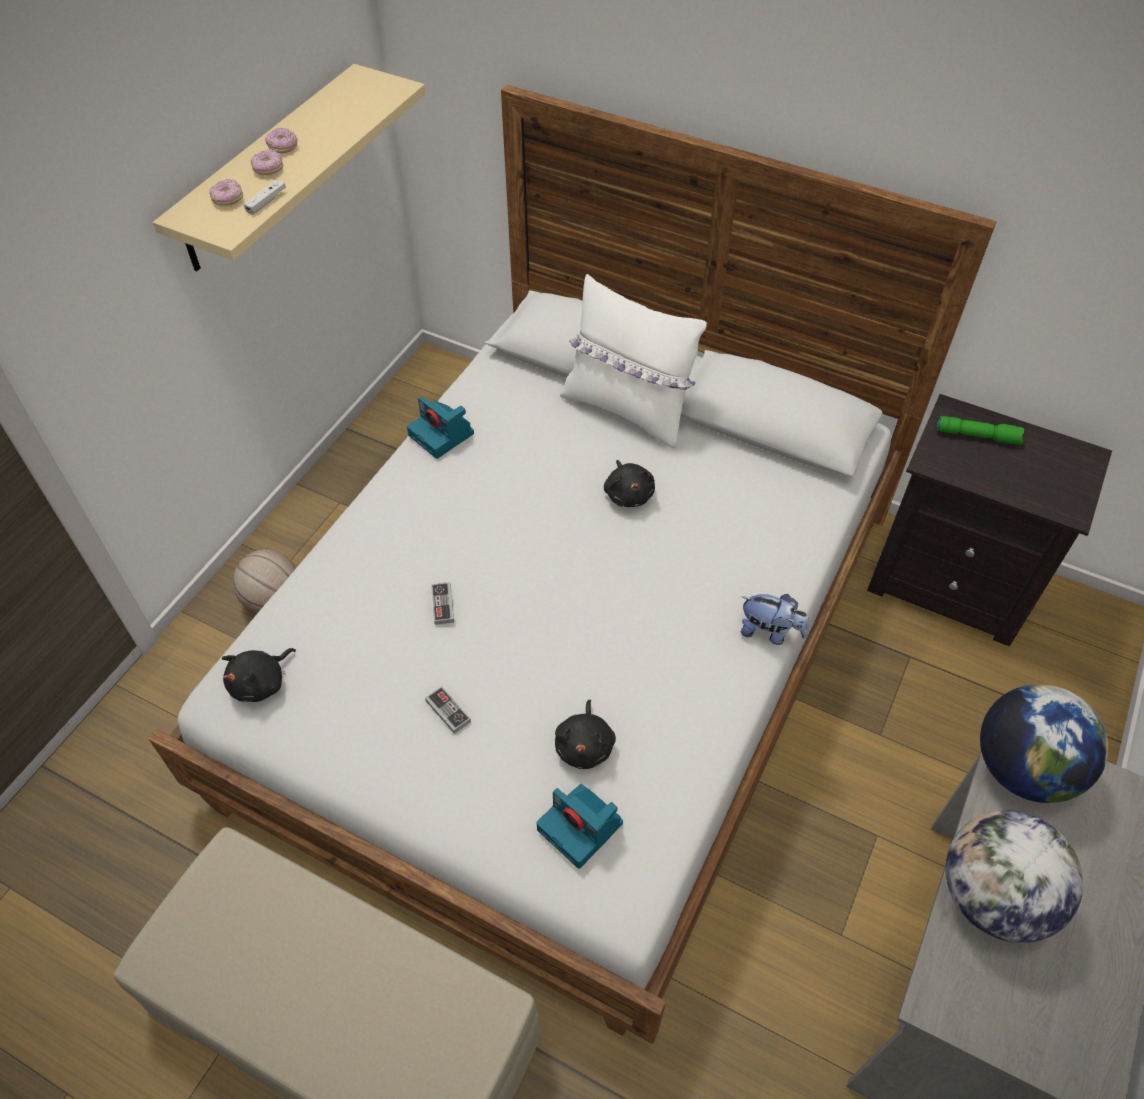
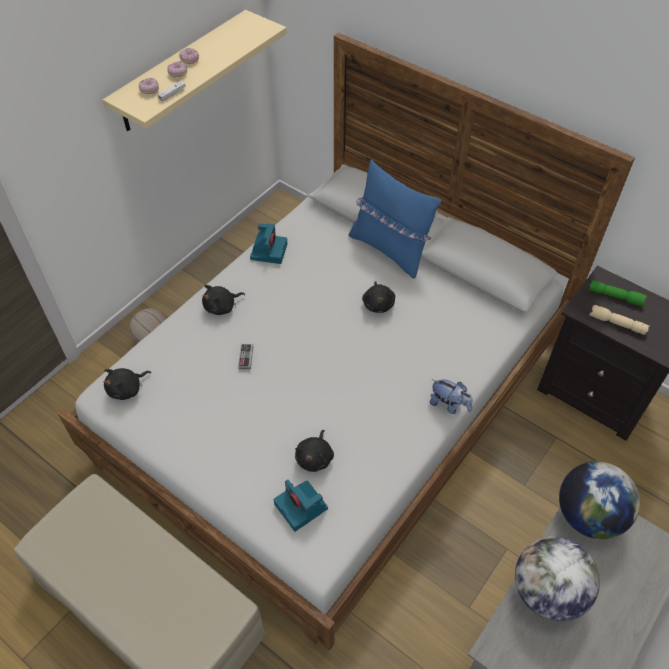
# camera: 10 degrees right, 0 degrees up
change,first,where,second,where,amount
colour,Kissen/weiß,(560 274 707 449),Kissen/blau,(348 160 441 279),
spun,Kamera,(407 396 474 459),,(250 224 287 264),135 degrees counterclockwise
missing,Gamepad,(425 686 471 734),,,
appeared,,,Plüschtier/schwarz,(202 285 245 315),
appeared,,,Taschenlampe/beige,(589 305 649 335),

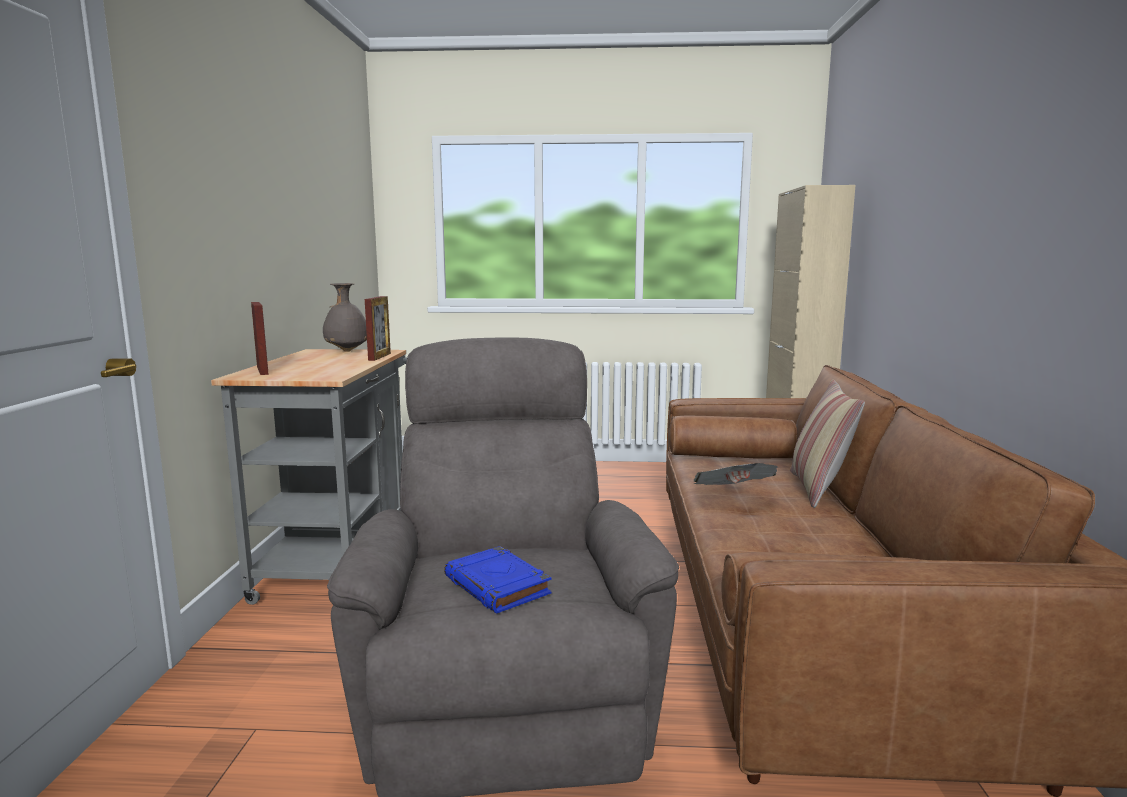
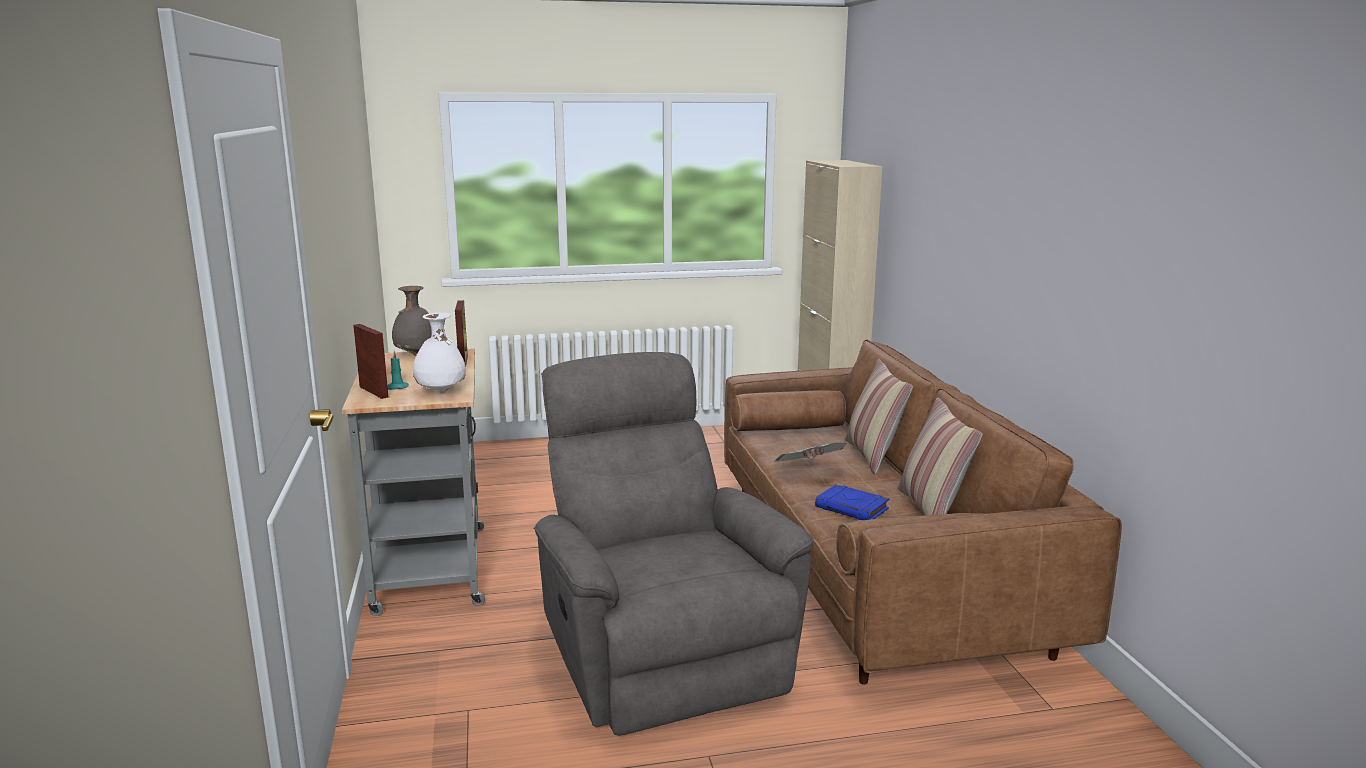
# camera: 15 degrees left, 5 degrees up
change,first,where,second,where,amount
relocated,Buch/blau,(444 546 551 614),,(815 484 890 520),
appeared,,,Vase/weiß,(413 312 466 392),
appeared,,,Kerze/türkis,(387 351 408 390),
appeared,,,Kissen,(897 398 982 515),

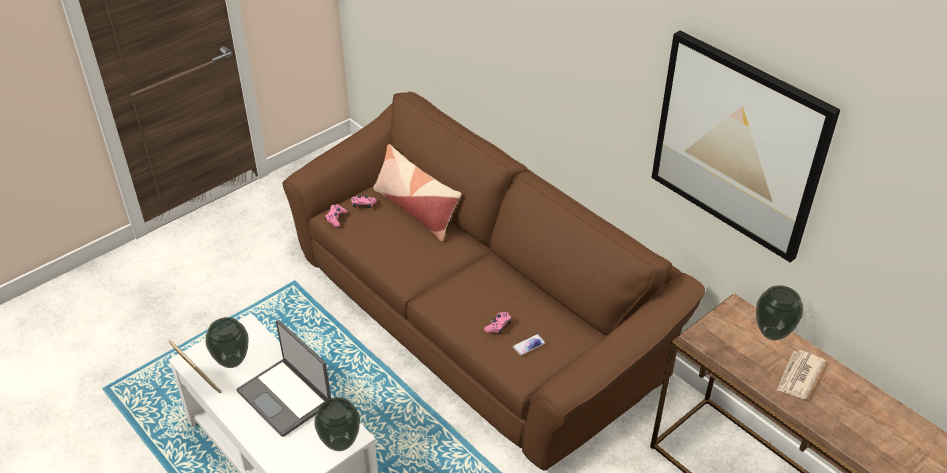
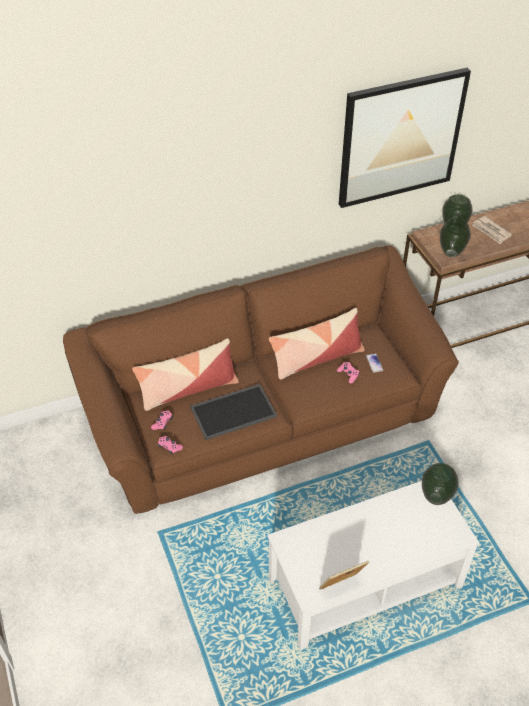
# camera: 70 degrees left, 5 degrees up
change,first,where,second,where,amount
relocated,Vase,(206 317 248 368),,(440 218 471 257),
missing,Laptop,(236 320 331 437),,,
appeared,,,Kissen,(269 308 365 379),
appeared,,,Tablett,(190 384 277 440),

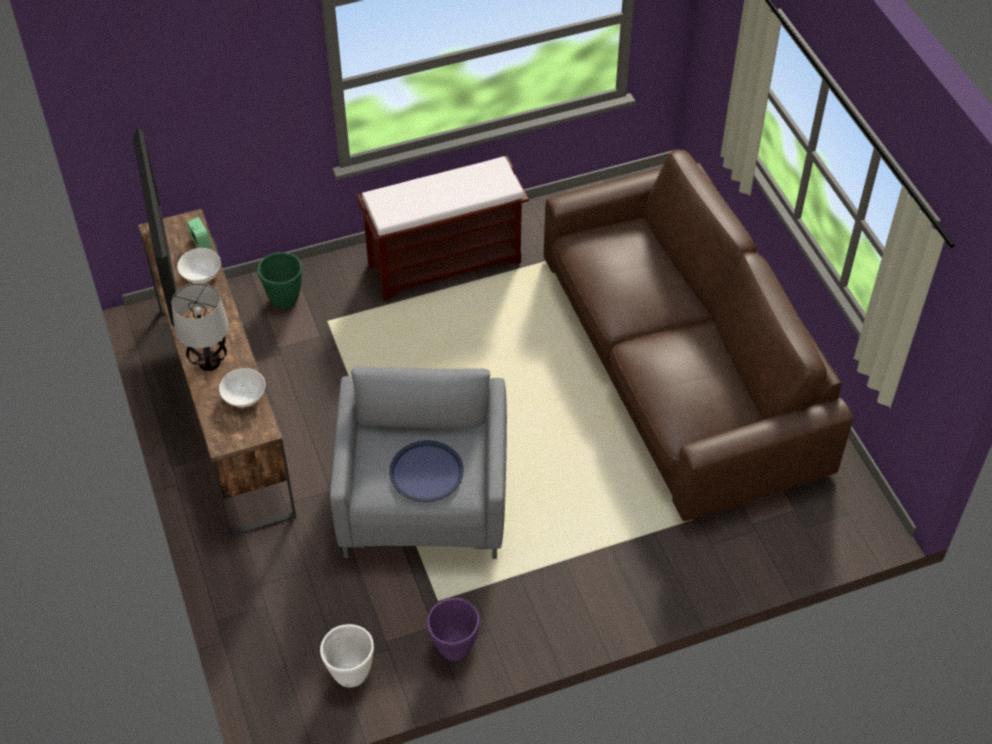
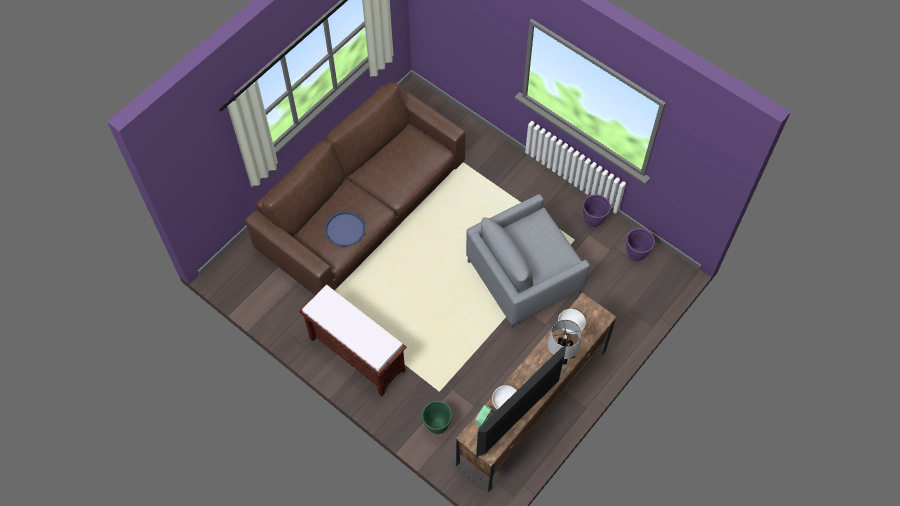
# camera: 120 degrees left, 10 degrees up
change,first,where,second,where,amount
relocated,Tablett/blau,(389 440 464 502),,(324 211 366 247),
colour,Pflanzkübel/weiß,(320 624 374 688),Pflanzkübel/lila,(626 228 655 261),

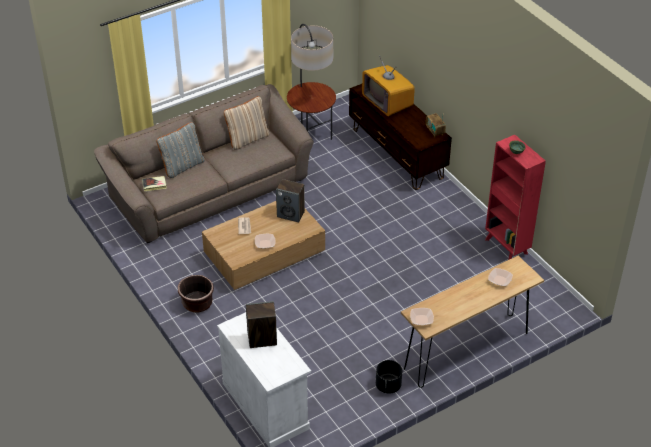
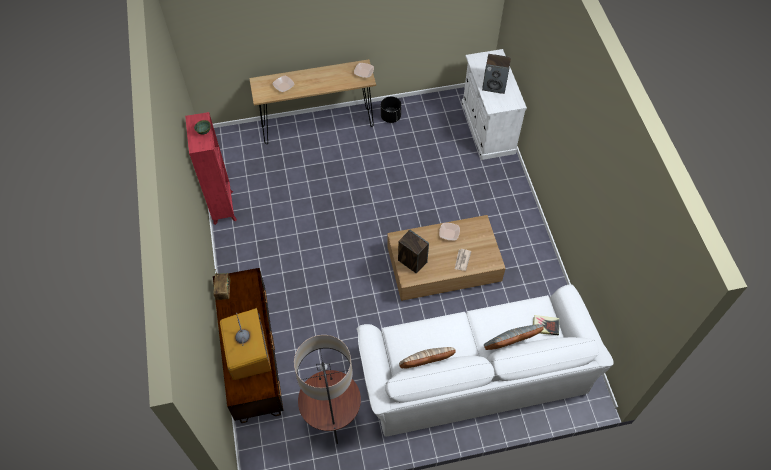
# camera: 160 degrees left, 15 degrees up
change,first,where,second,where,amount
colour,Sofa/braun,(94 84 314 243),Sofa/weiß,(356 284 614 437),
missing,Pflanzkübel/braun,(178 275 214 312),,,

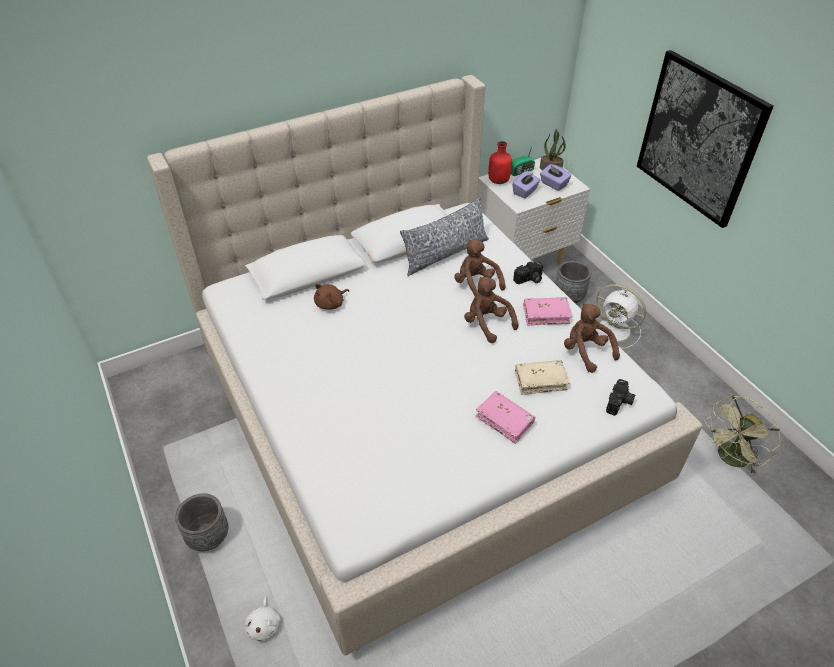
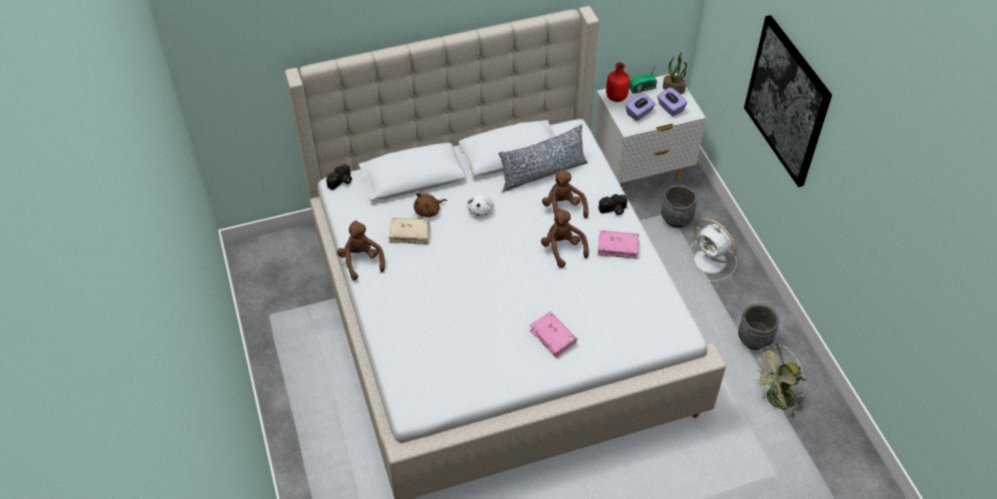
# camera: 10 degrees right, 5 degrees up
change,first,where,second,where,amount
relocated,Plüschtier/braun,(564 303 620 373),,(337 220 385 280),
relocated,Buch/beige,(515 360 570 395),,(389 218 430 244),
relocated,Kamera,(606 379 635 416),,(326 164 352 190),
relocated,Pflanzkübel/grau,(175 493 228 551),,(738 304 780 350),
relocated,Plüschtier/weiß,(244 597 281 641),,(467 191 494 216),

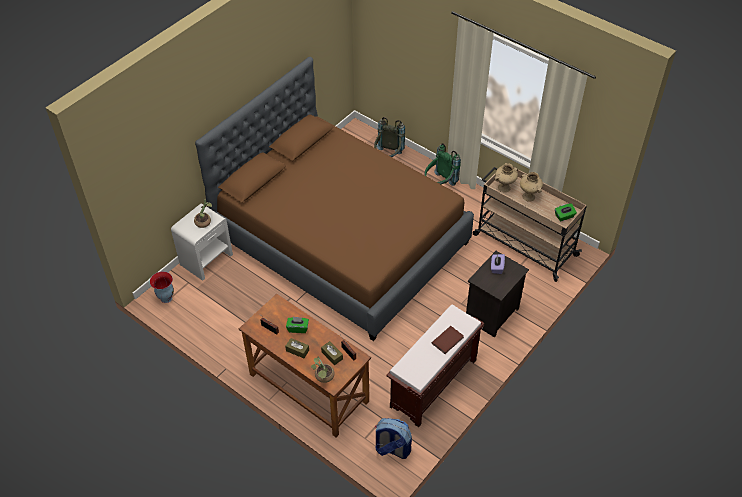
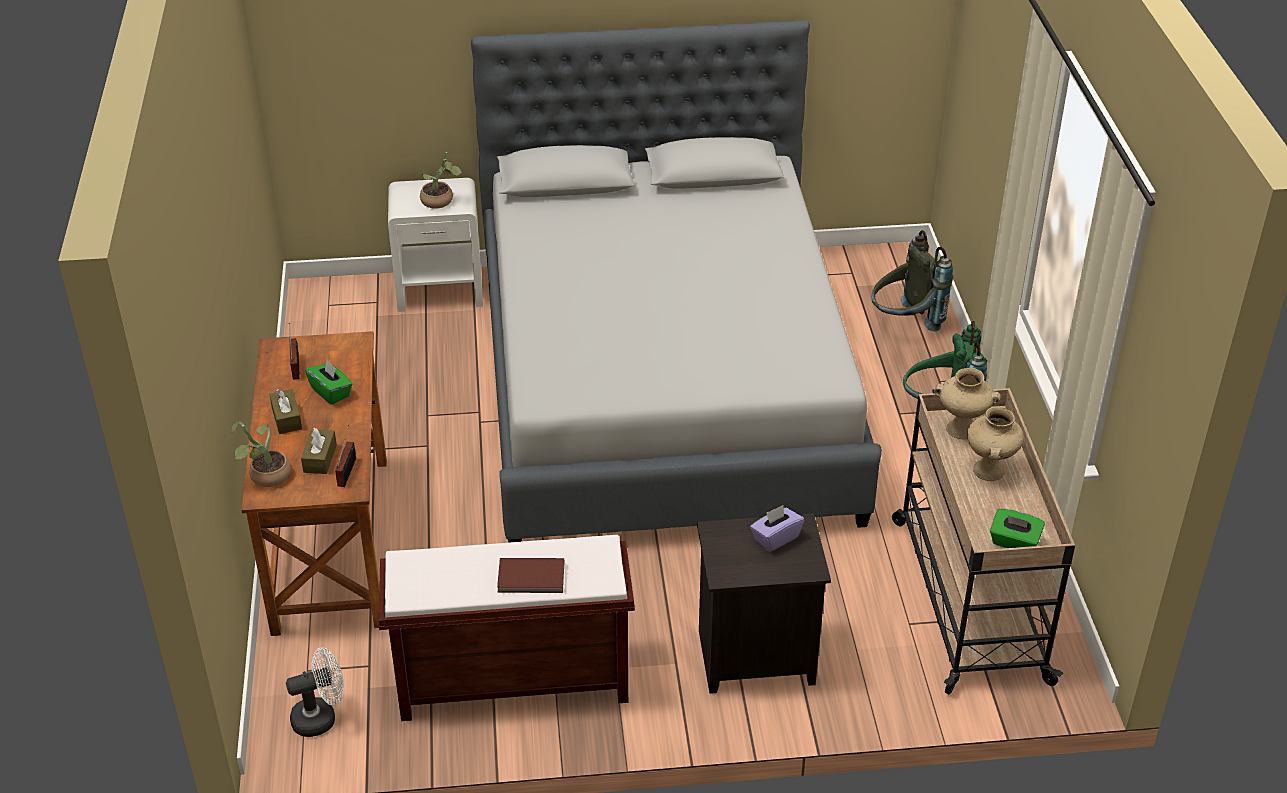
# camera: 45 degrees right, 10 degrees down
change,first,where,second,where,amount
colour,Bett/braun,(195 57 474 341),Bett/grau,(471 20 882 543),
missing,Vase,(150 271 174 303),,,
exchanged,Rucksack,(375 418 412 459),Ventilator/weiß,(286 647 344 737),

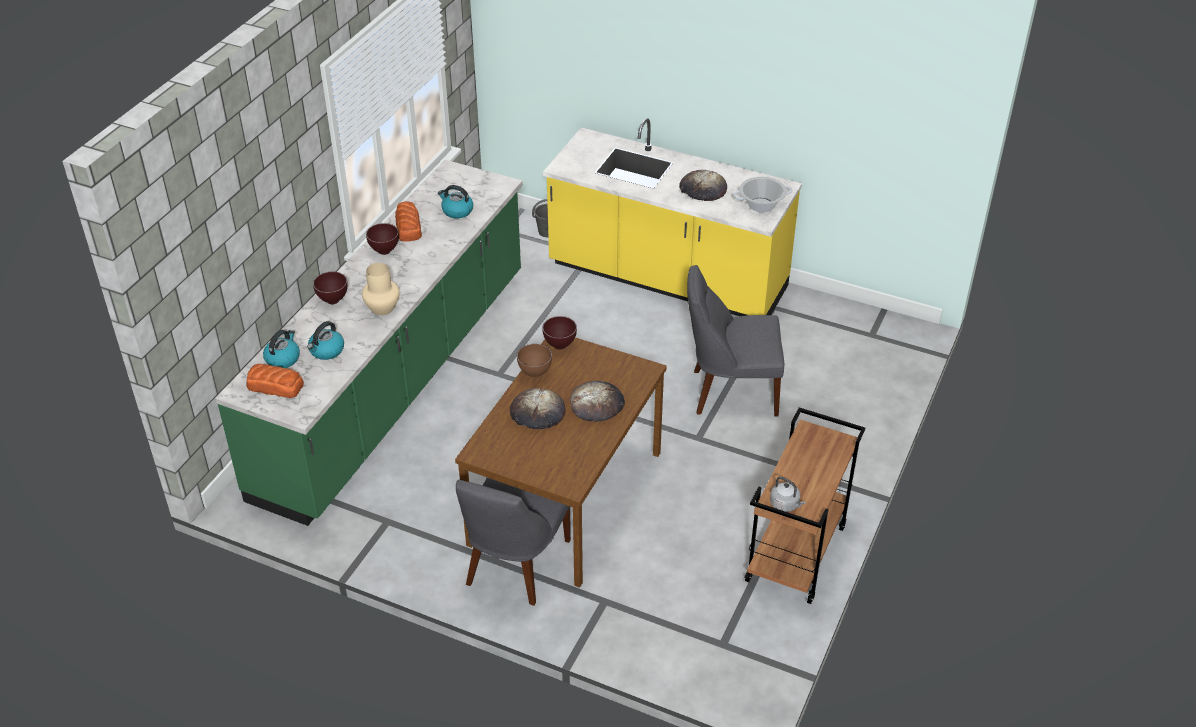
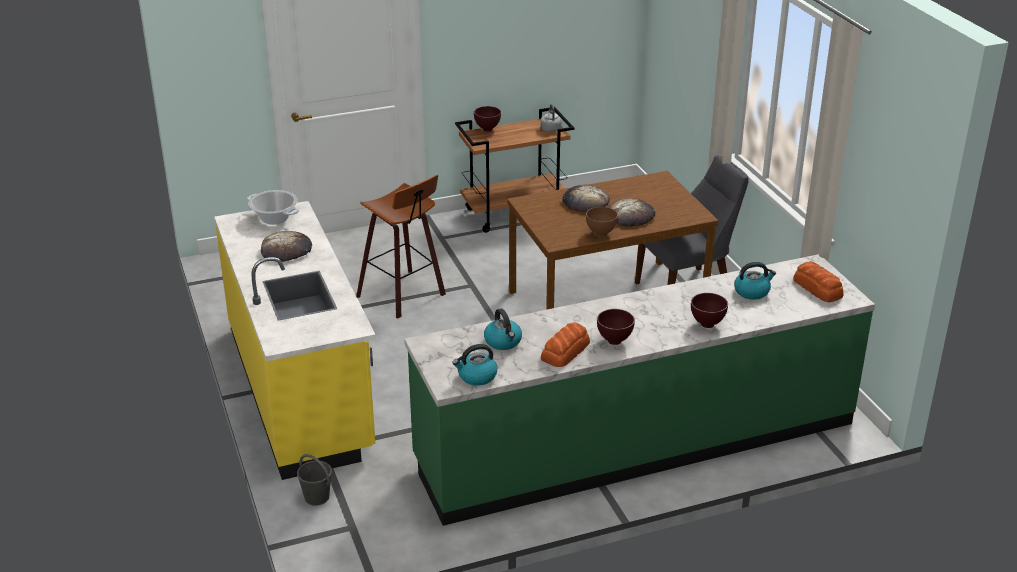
# camera: 135 degrees left, 10 degrees down
change,first,where,second,where,amount
missing,Vase/beige,(362 263 400 315),,,
exchanged,Stuhl/grau,(687 265 784 417),Hocker,(356 175 446 319),
relocated,Schüssel/braun,(542 316 577 350),,(474 106 501 132),
relocated,Wasserkessel,(263 330 300 368),,(453 344 498 386),

